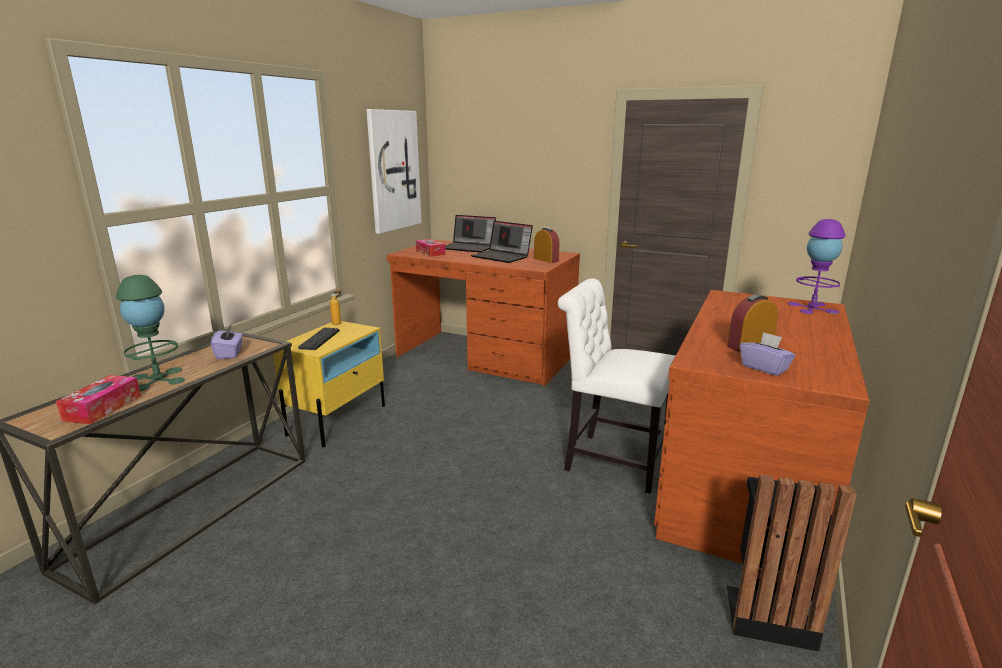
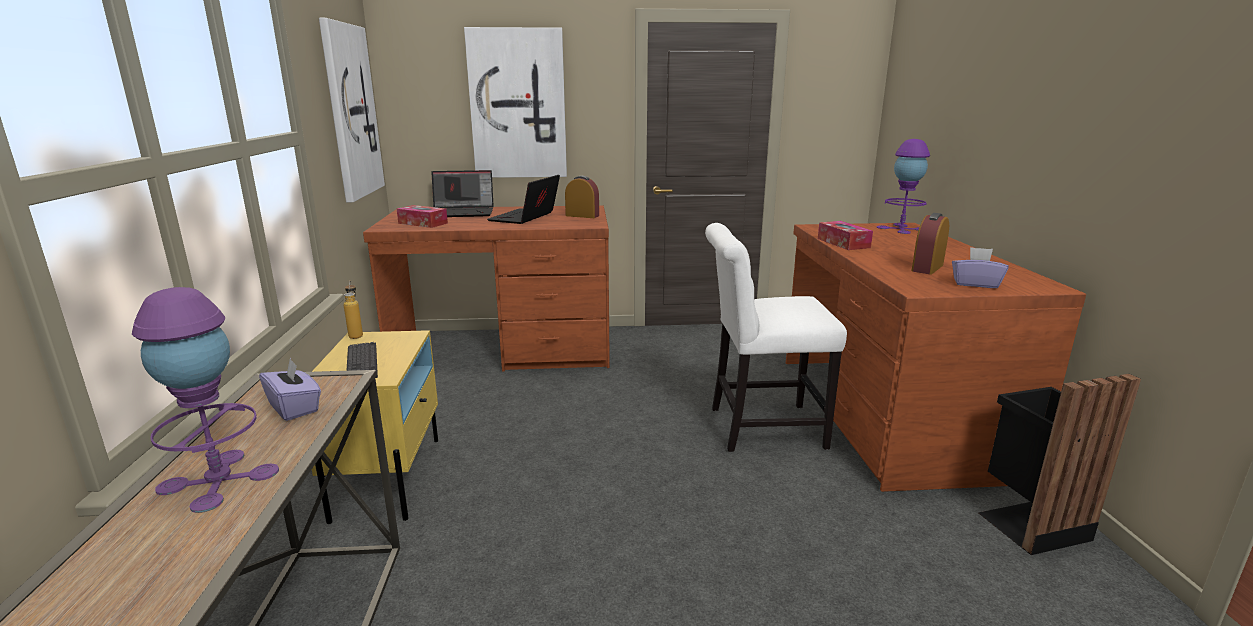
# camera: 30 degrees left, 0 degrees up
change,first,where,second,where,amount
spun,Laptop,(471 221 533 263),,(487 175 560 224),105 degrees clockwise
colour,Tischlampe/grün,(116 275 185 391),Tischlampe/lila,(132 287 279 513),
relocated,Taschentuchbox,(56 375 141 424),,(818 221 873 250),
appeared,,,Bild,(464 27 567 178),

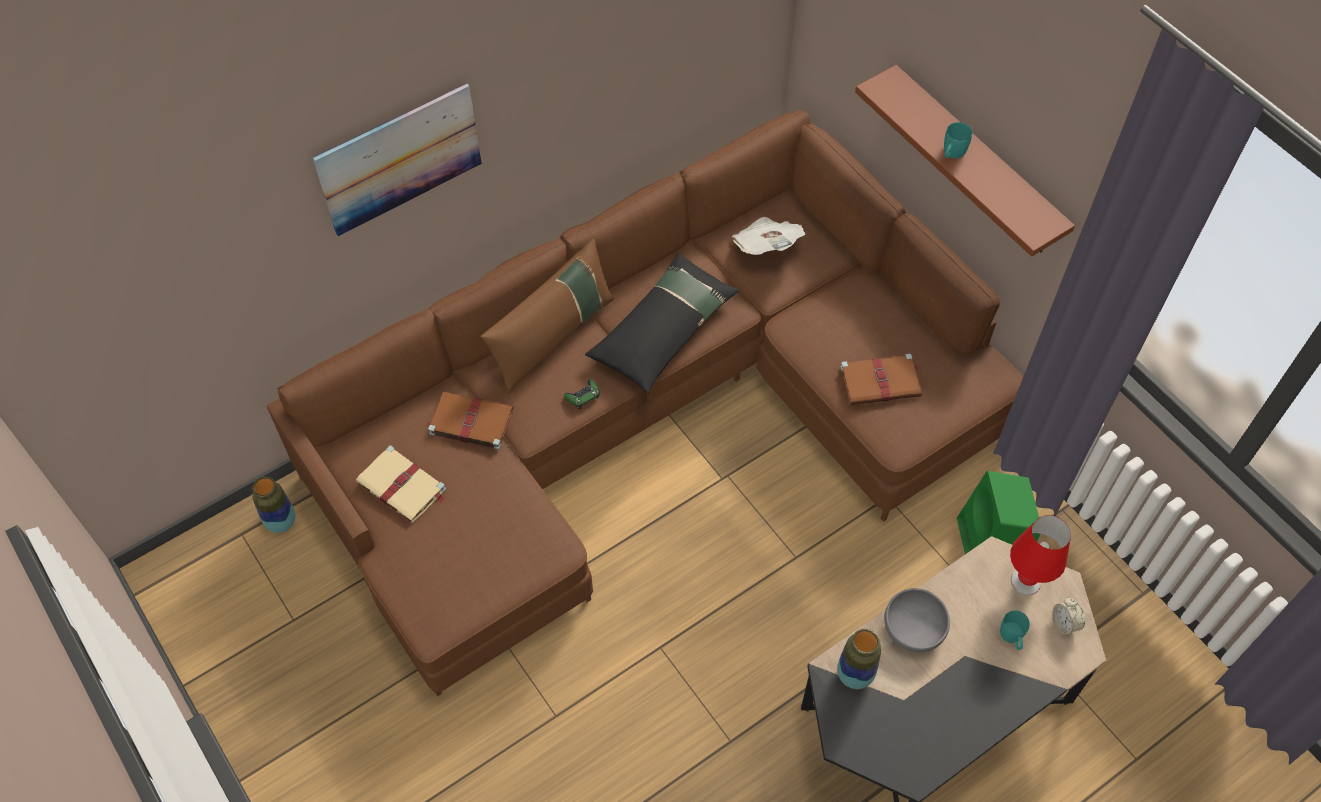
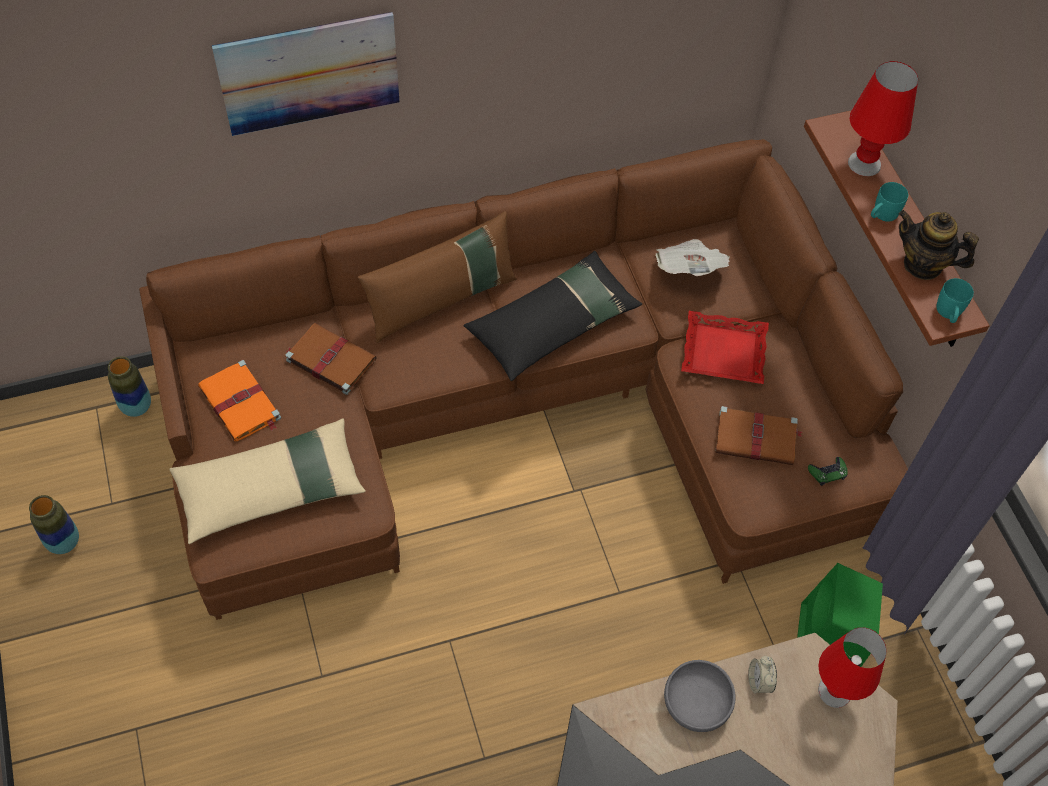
# camera: 15 degrees right, 0 degrees up
change,first,where,second,where,amount
relocated,Gamepad/grün,(564 379 600 409),,(808 457 848 486),
colour,Buch/beige,(356 445 446 523),Buch/orange,(198 360 281 442),
relocated,Wecker,(1053 598 1086 635),,(748 656 777 693),
relocated,Henkelbecher/türkis,(1000 610 1030 650),,(936 278 974 323),
relocated,Vase,(837 629 881 689),,(29 495 79 554),
appeared,,,Tischlampe/rot,(848 61 918 176),
appeared,,,Teekanne,(899 210 979 280),
appeared,,,Tablett/rot,(681 311 769 384),
appeared,,,Kissen/beige,(169 418 366 544),

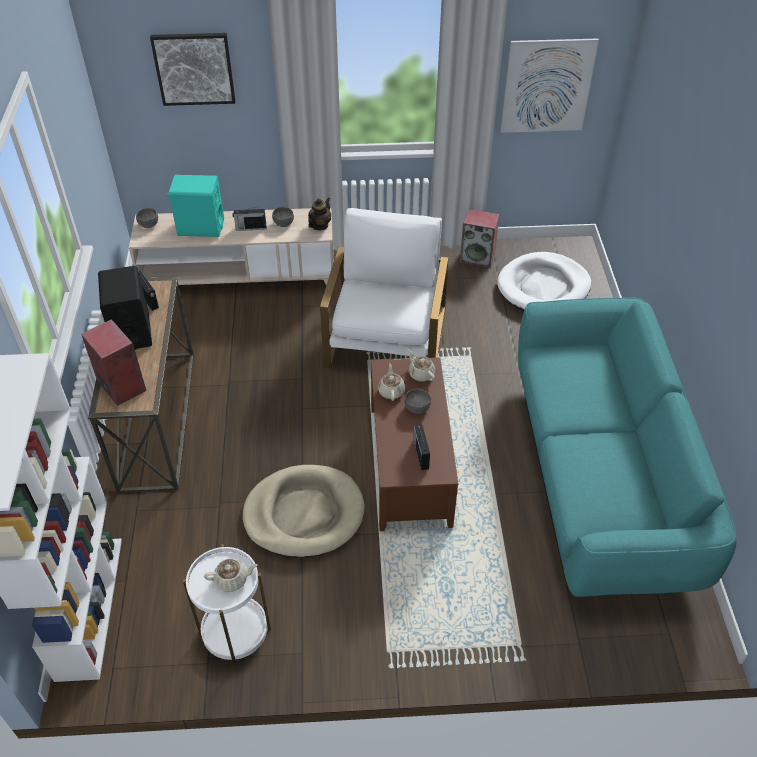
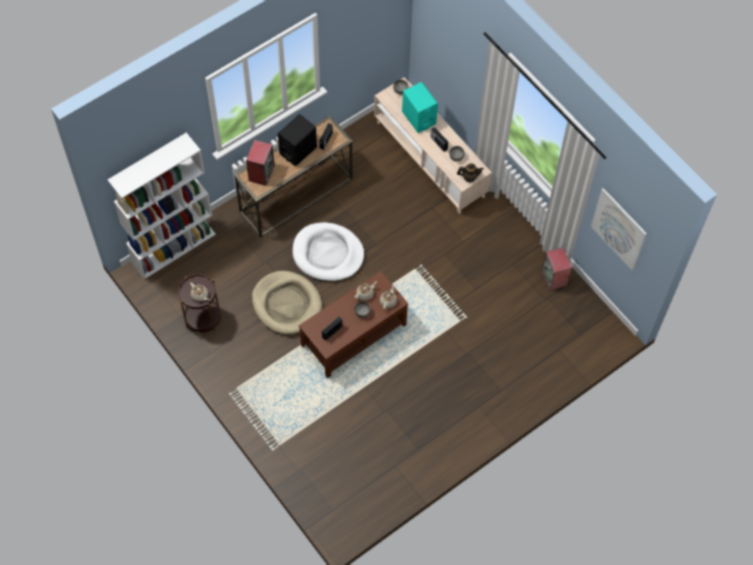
# camera: 55 degrees right, 15 degrees up
change,first,where,second,where,amount
missing,Bild,(150 33 235 106),,,
missing,Sessel/weiß,(320 208 448 368),,,
relocated,Hundebett/weiß,(497 252 591 311),,(292 222 364 281),
missing,Sofa/türkis,(518 298 737 597),,,
colour,Beistelltisch/weiß,(183 544 271 666),Beistelltisch/braun,(178 274 221 332),

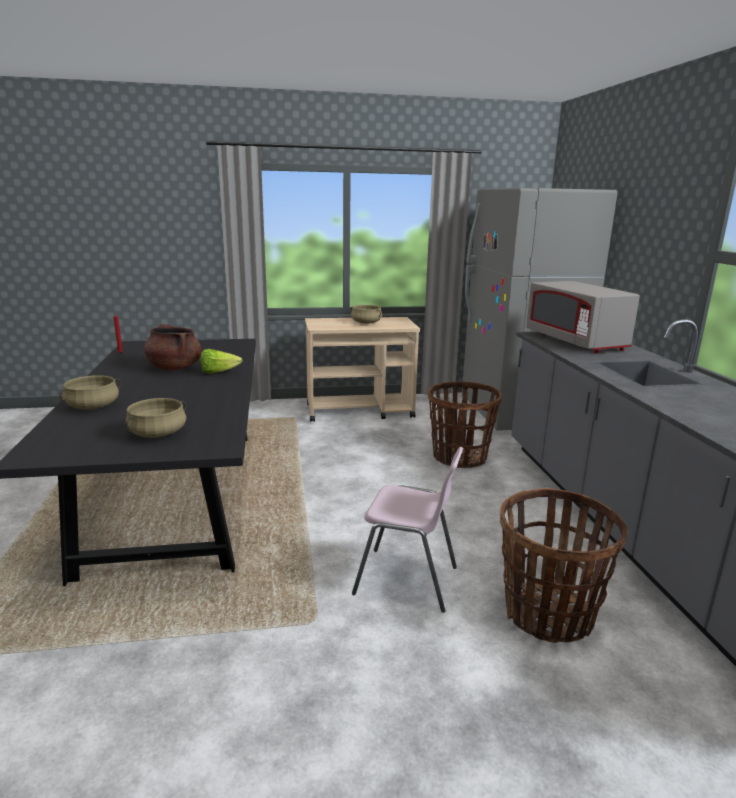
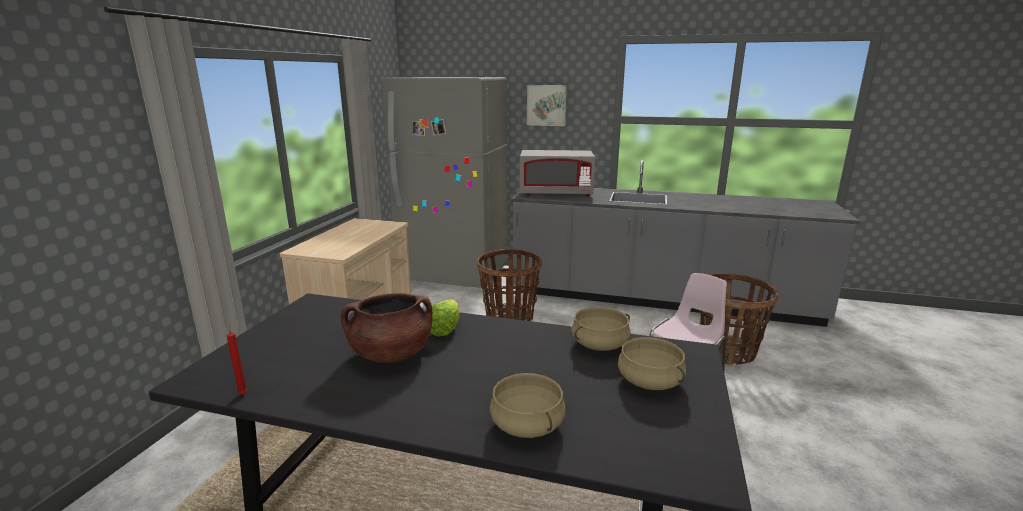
# camera: 65 degrees left, 0 degrees up
change,first,where,second,where,amount
relocated,Kochtopf/beige,(351 305 382 324),,(571 307 630 351),
appeared,,,Bild,(527 85 567 126),

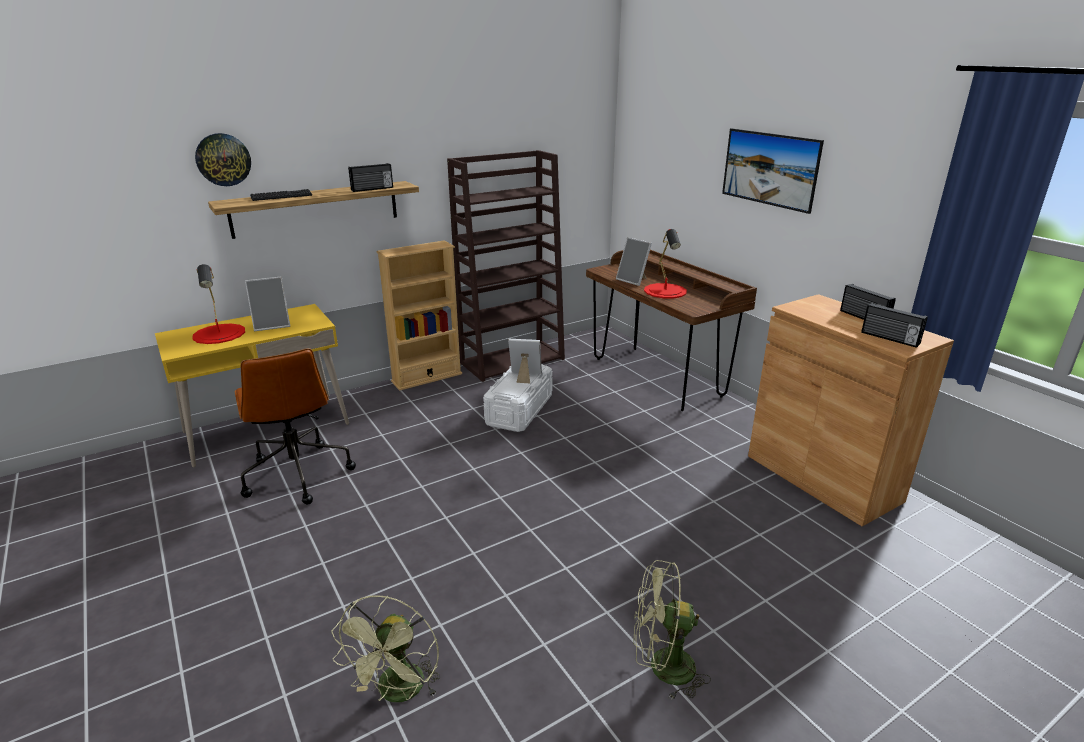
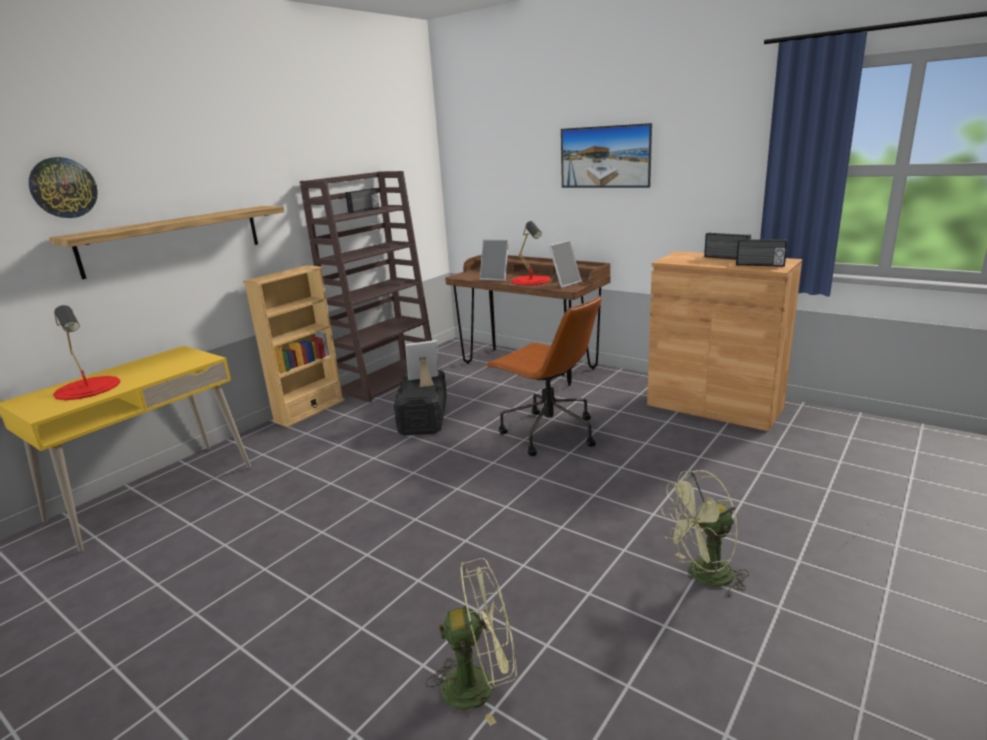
# camera: 20 degrees left, 5 degrees down
change,first,where,second,where,amount
relocated,Radio,(348 163 393 192),,(345 188 379 213),
missing,Tastatur,(250 189 312 201),,,
relocated,Bilderrahmen,(245 276 290 331),,(549 241 582 288),
relocated,Bürostuhl/braun,(235 348 356 504),,(485 295 602 456),
colour,Aufbewahrungsbox/weiß,(483 364 553 432),Aufbewahrungsbox/schwarz,(394 370 447 435),
spun,Ventilator/grün,(331 595 440 702),,(426 558 517 726),90 degrees counterclockwise

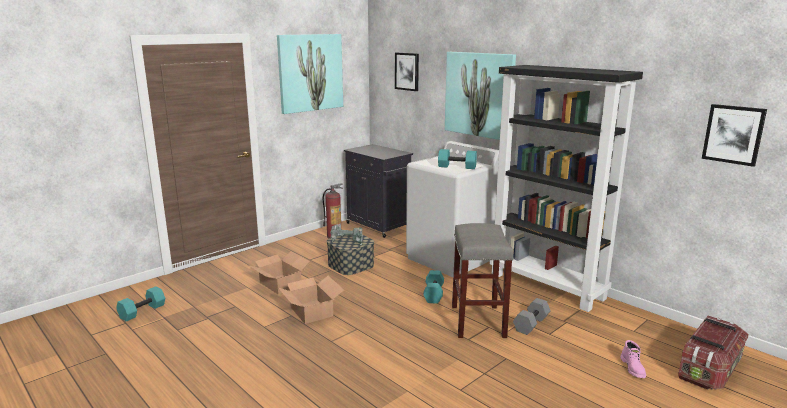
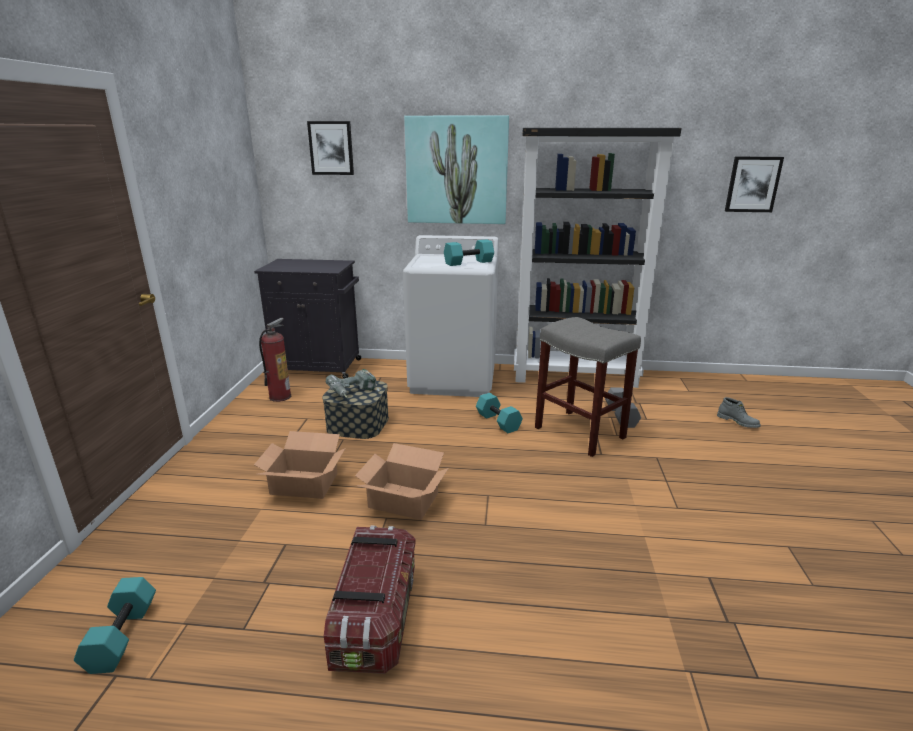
# camera: 40 degrees left, 5 degrees up
change,first,where,second,where,amount
missing,Bild,(277 34 343 114),,,
relocated,Aufbewahrungsbox,(678 316 749 390),,(324 526 416 674),
colour,Stiefel/rosa,(620 340 646 378),Stiefel/grau,(717 397 761 428),

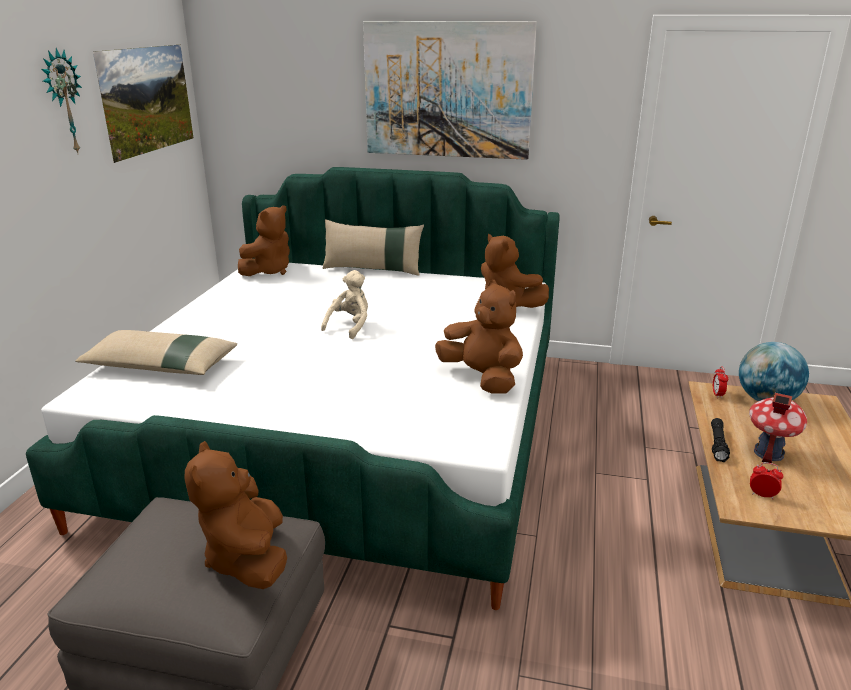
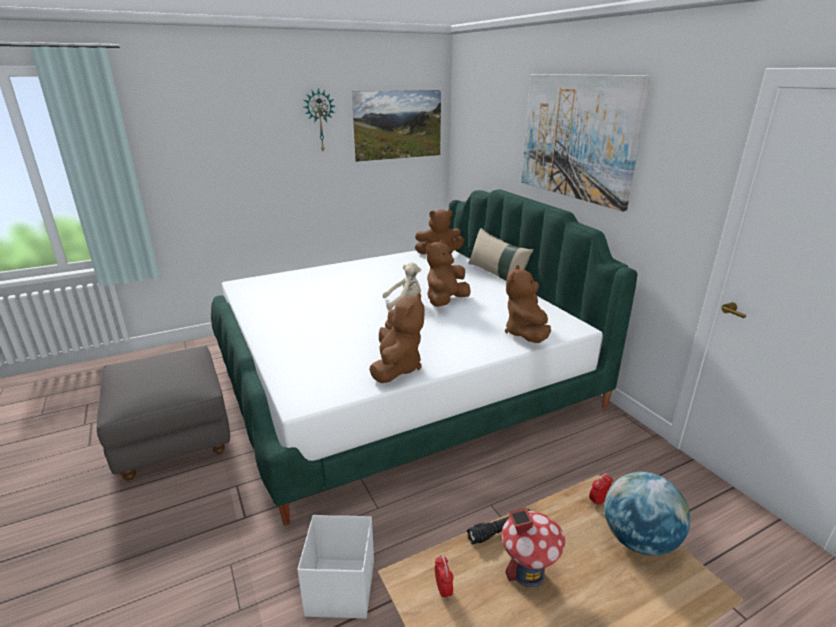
# camera: 50 degrees right, 0 degrees up
change,first,where,second,where,amount
missing,Kissen/beige,(75 330 237 375),,,
relocated,Plüschtier/braun,(184 441 287 589),,(426 239 470 307),
appeared,,,Aufbewahrungsbox/weiß,(297 515 374 619),

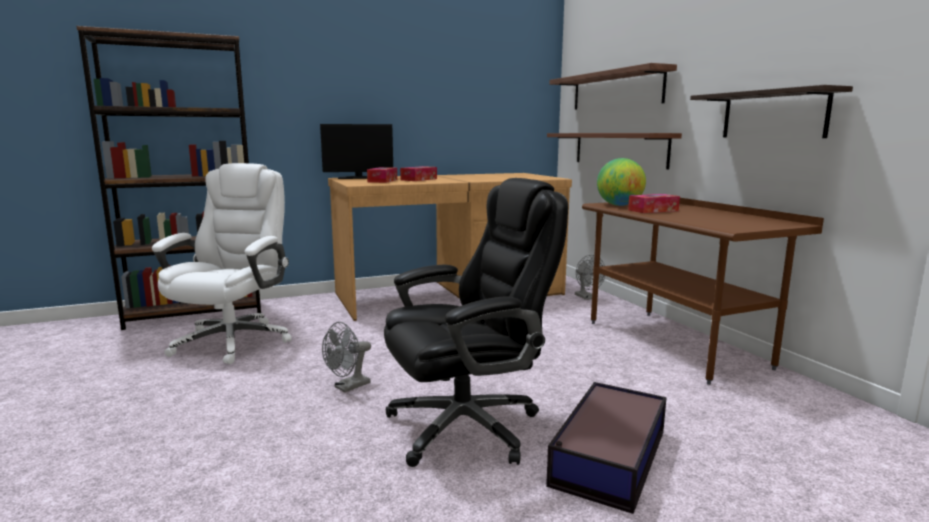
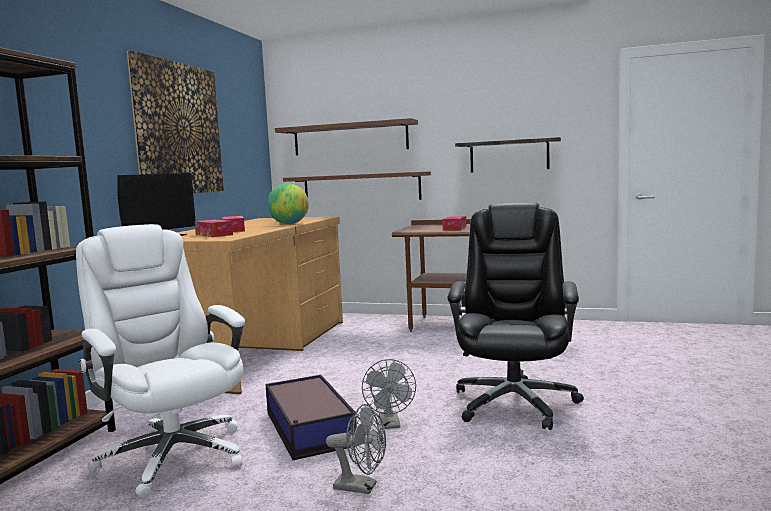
# camera: 50 degrees left, 5 degrees down
change,first,where,second,where,amount
relocated,Globus,(597 158 646 206),,(267 183 309 224),
relocated,Ventilator/grau,(575 255 605 300),,(326 404 386 494),
relocated,Aufbewahrungsbox,(546 382 667 514),,(266 375 357 460),
appeared,,,Bild,(127 50 224 193),

